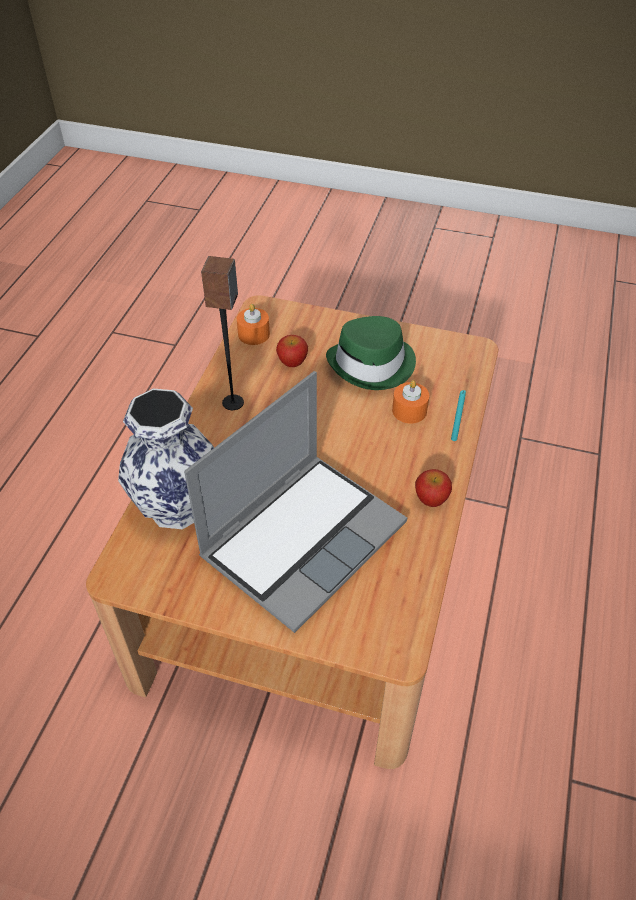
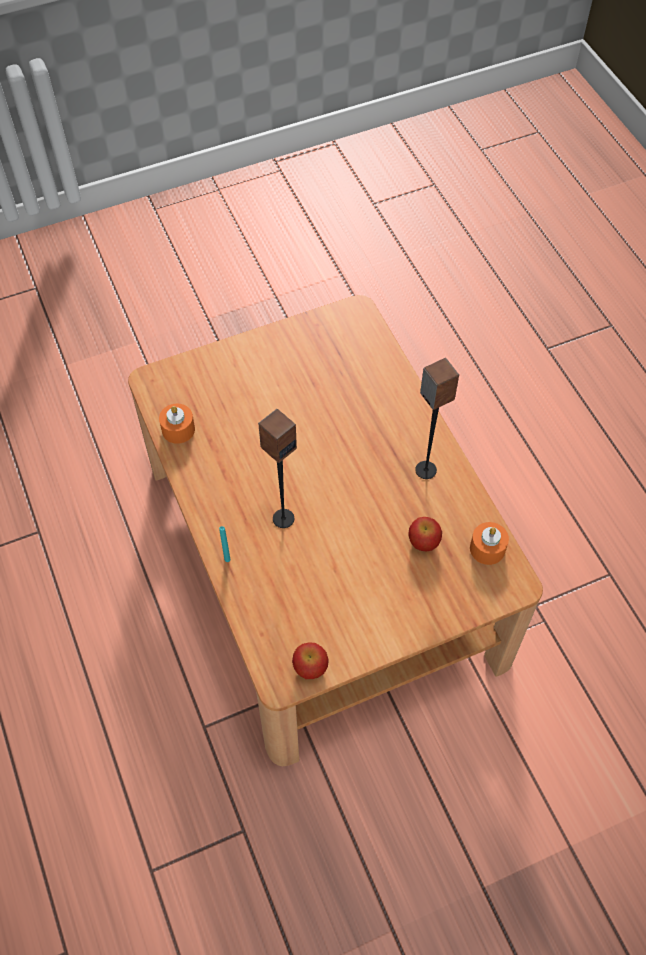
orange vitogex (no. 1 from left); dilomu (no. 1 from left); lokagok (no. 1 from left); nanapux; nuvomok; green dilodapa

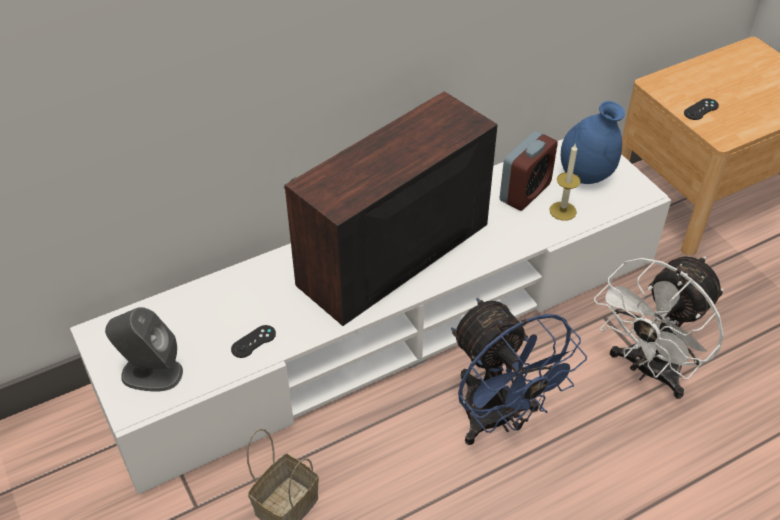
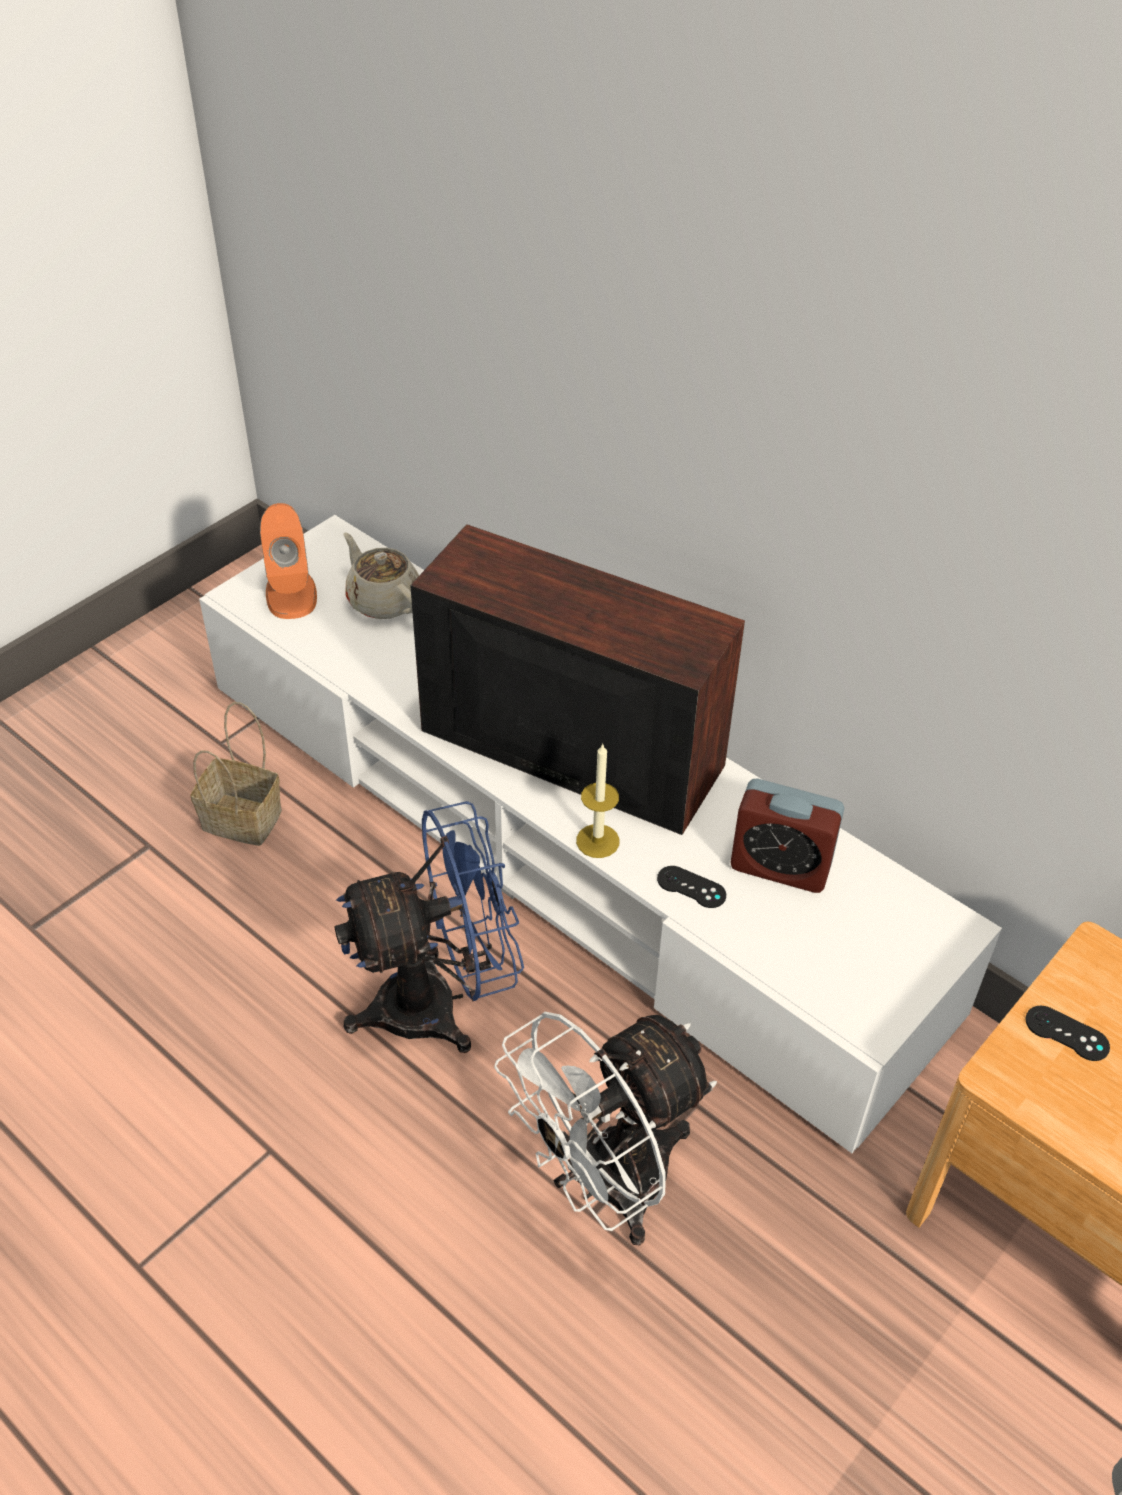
orange dilomu; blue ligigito; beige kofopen; white ligigito; vitogex; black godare (no. 1 from left); blue nanapux

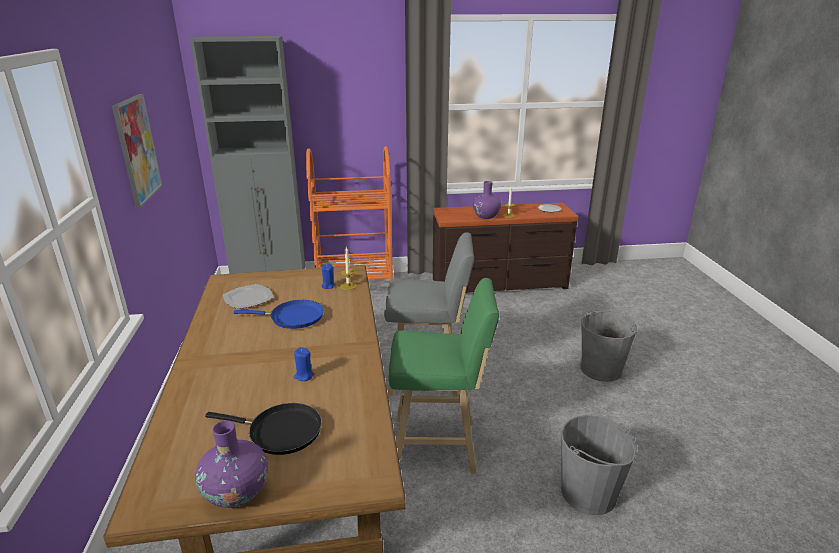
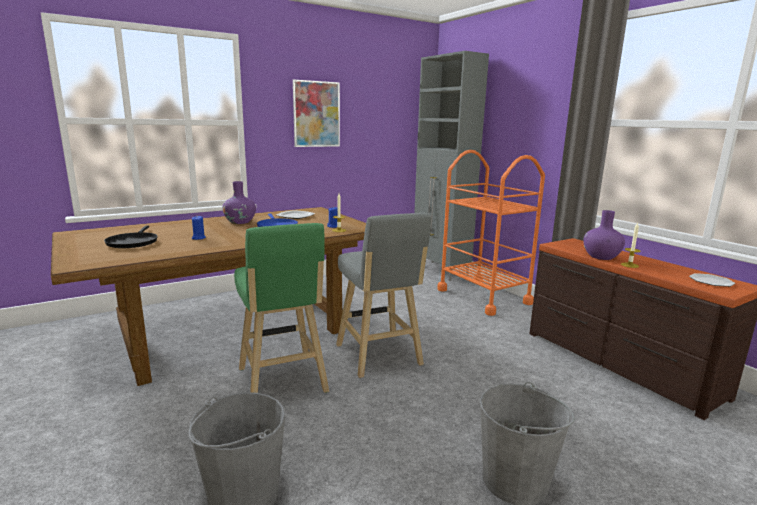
purple nanapux (no. 1 from left)

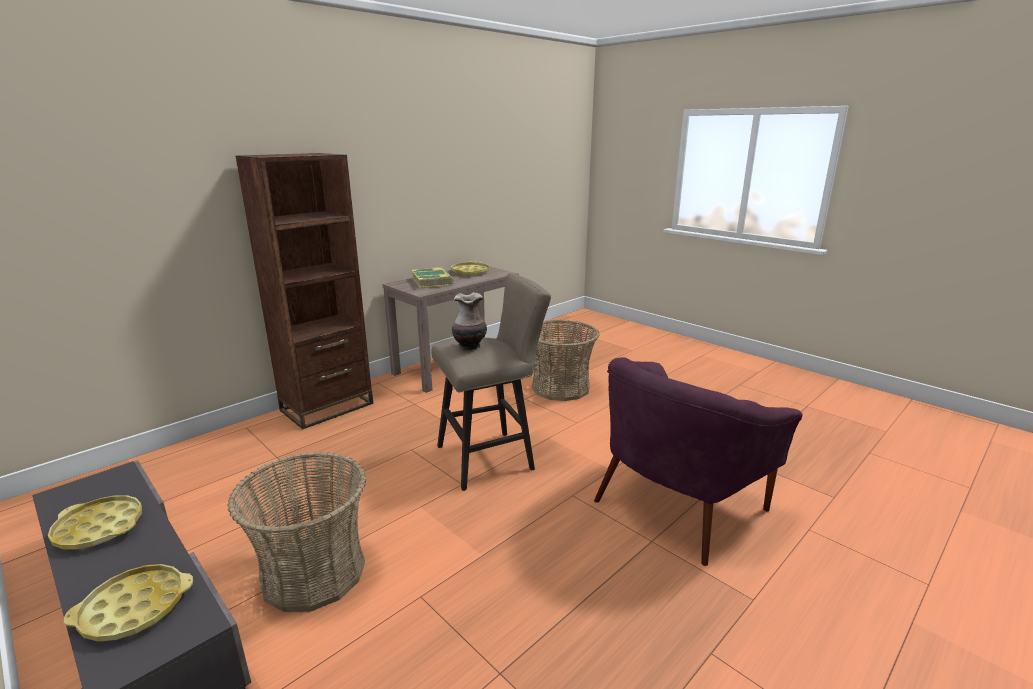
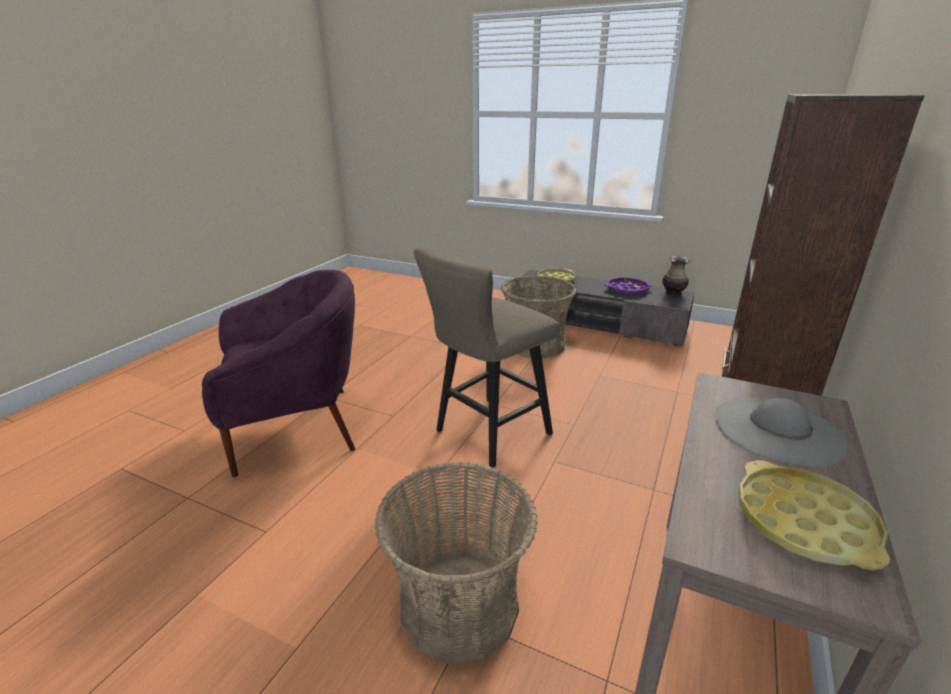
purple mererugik; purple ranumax; nanapux; grey dilodapa

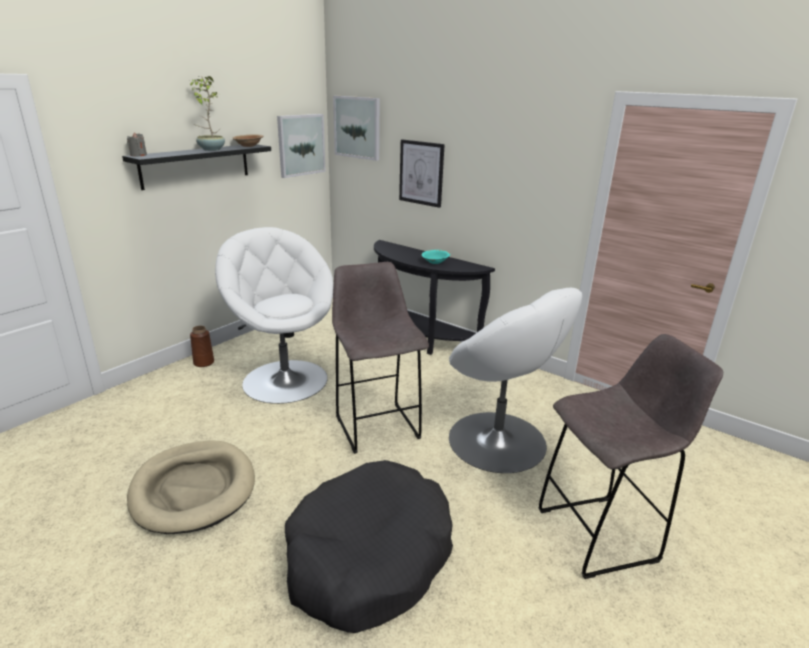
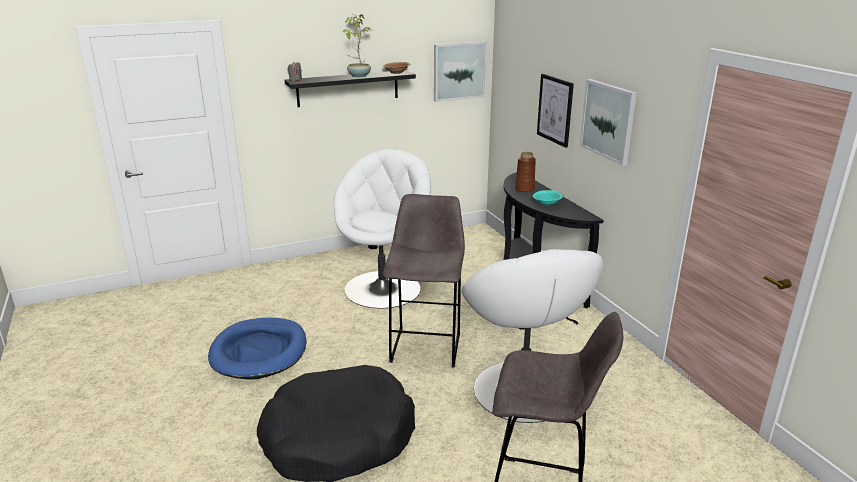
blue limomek; white mererugik (no. 1 from left); brown nanapux; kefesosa (no. 3 from left)

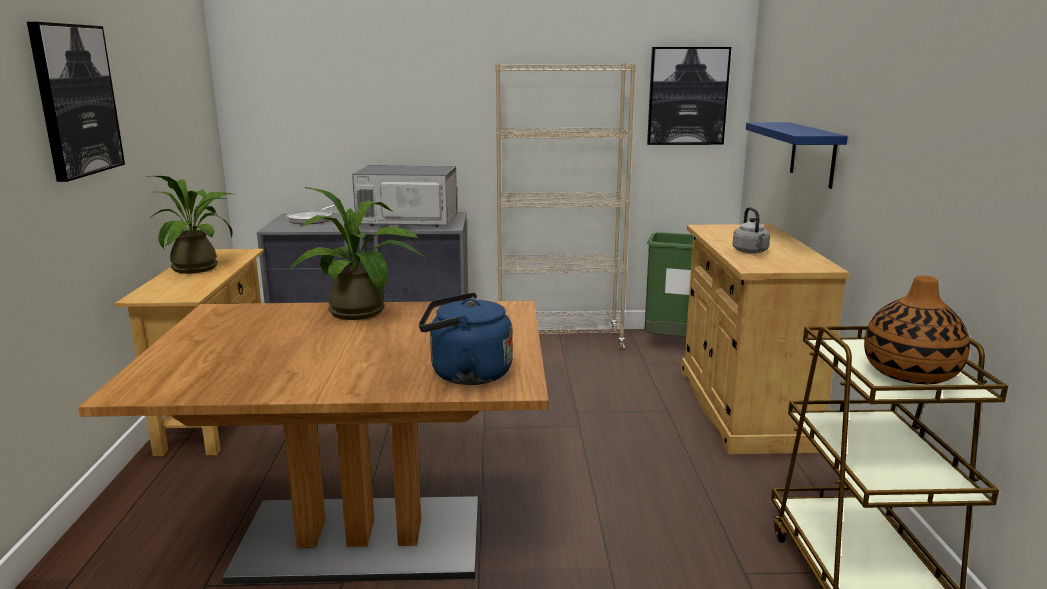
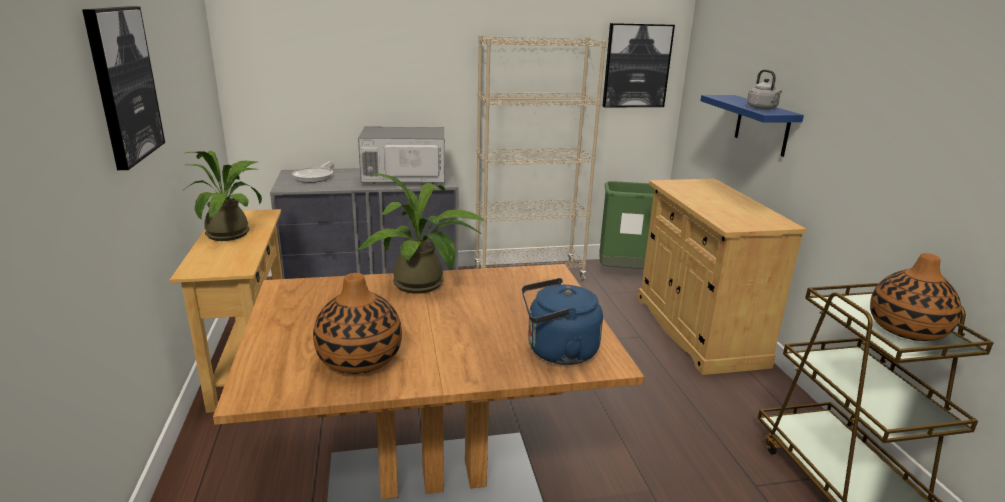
nanapux (no. 1 from left); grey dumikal

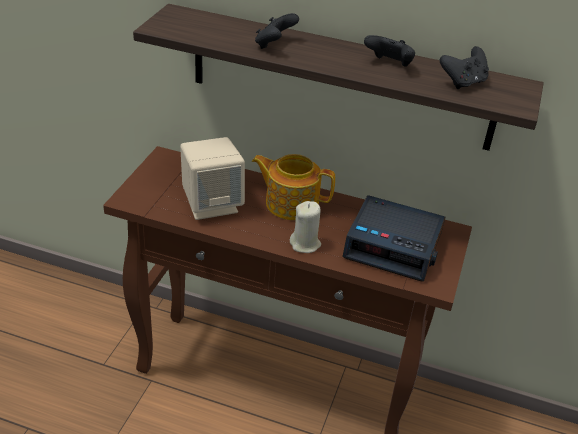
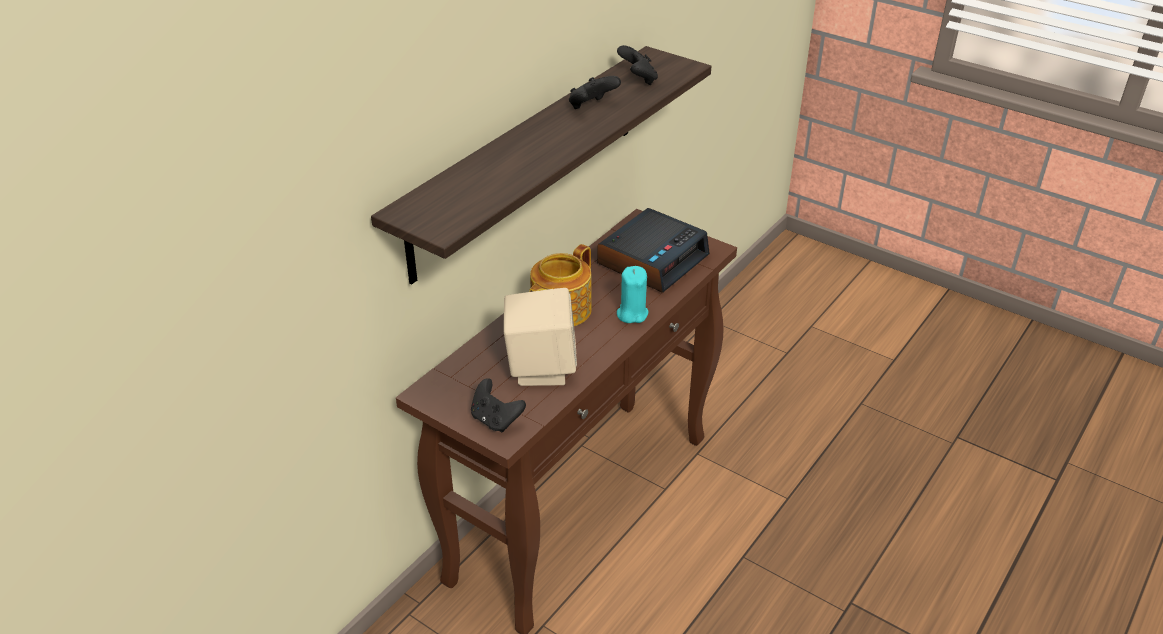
black godare (no. 1 from left); turquoise vitogex

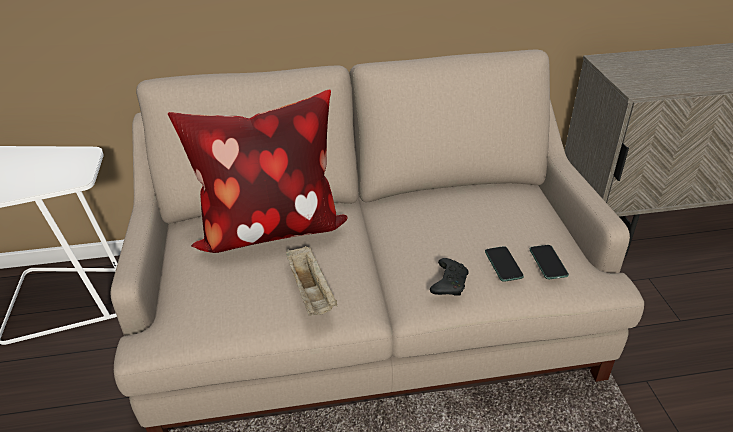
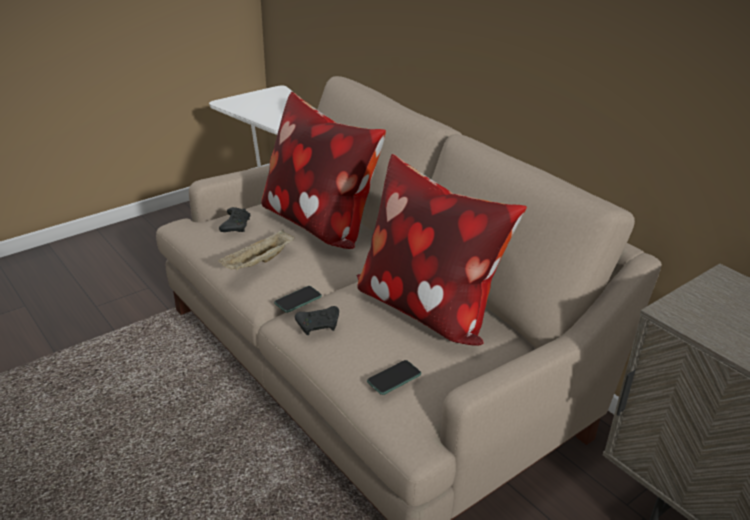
black godare (no. 1 from left); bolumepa (no. 1 from left); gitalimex (no. 2 from left)

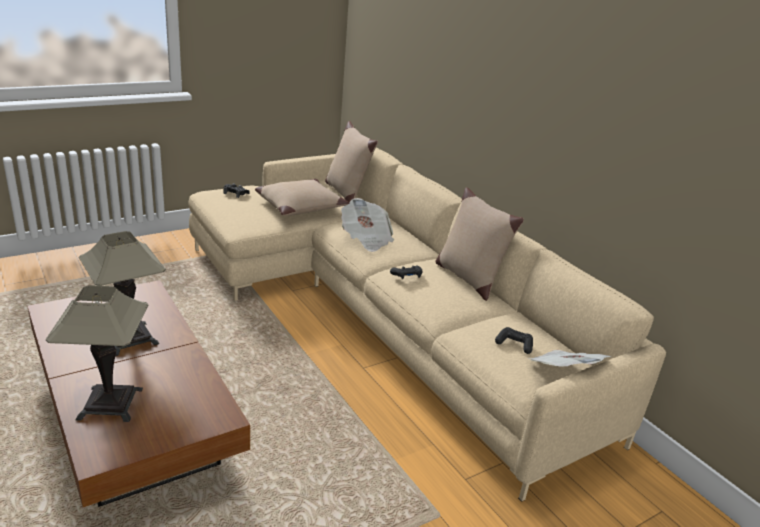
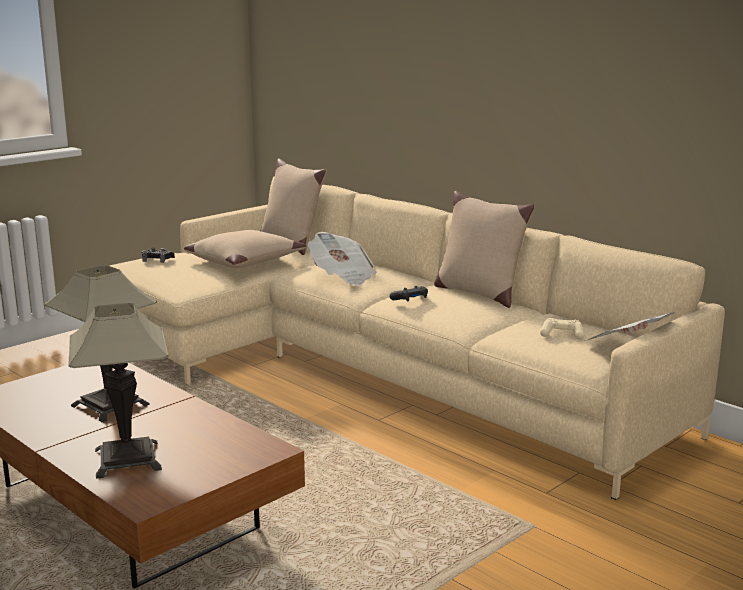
beige godare

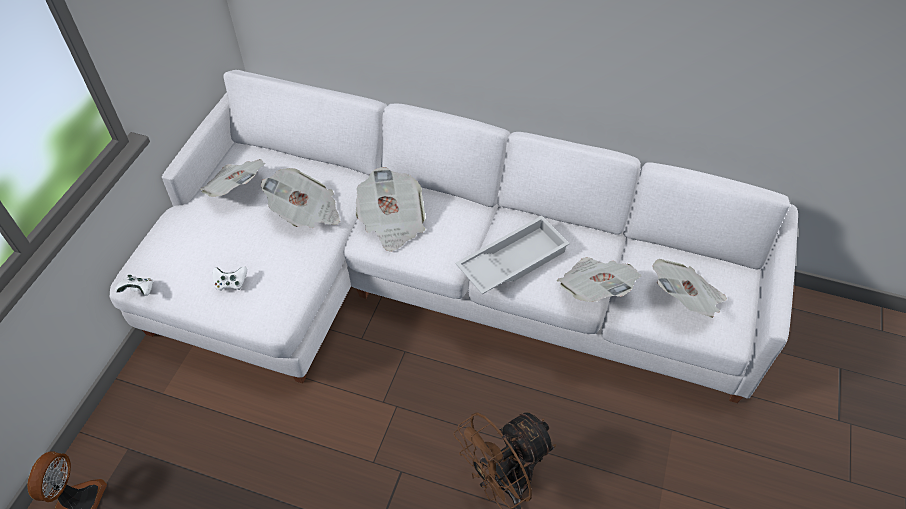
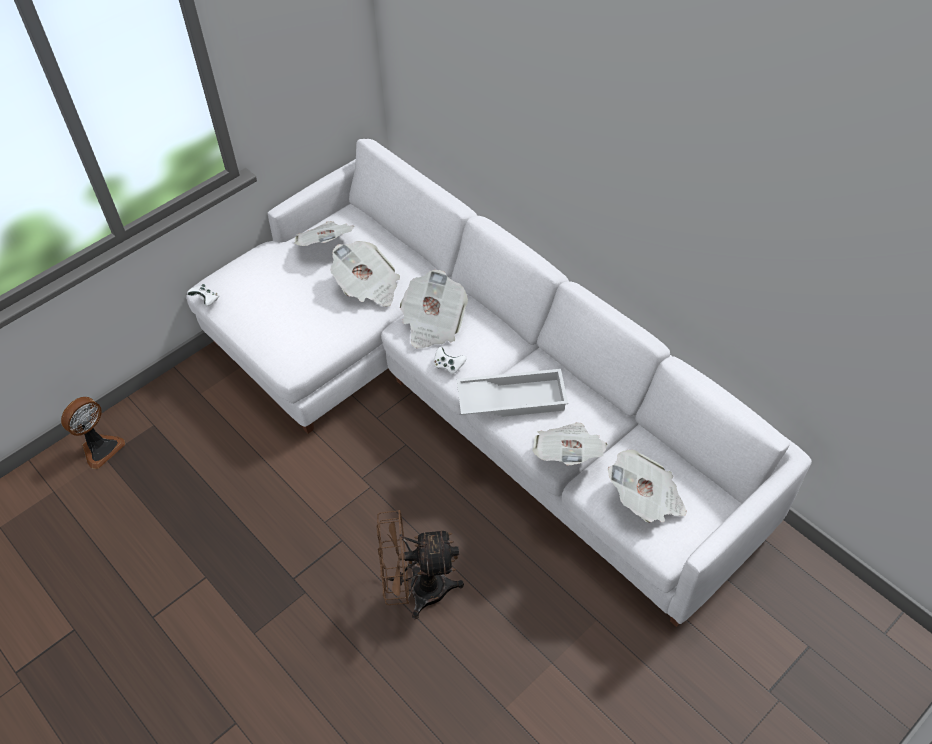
white godare (no. 2 from left)

